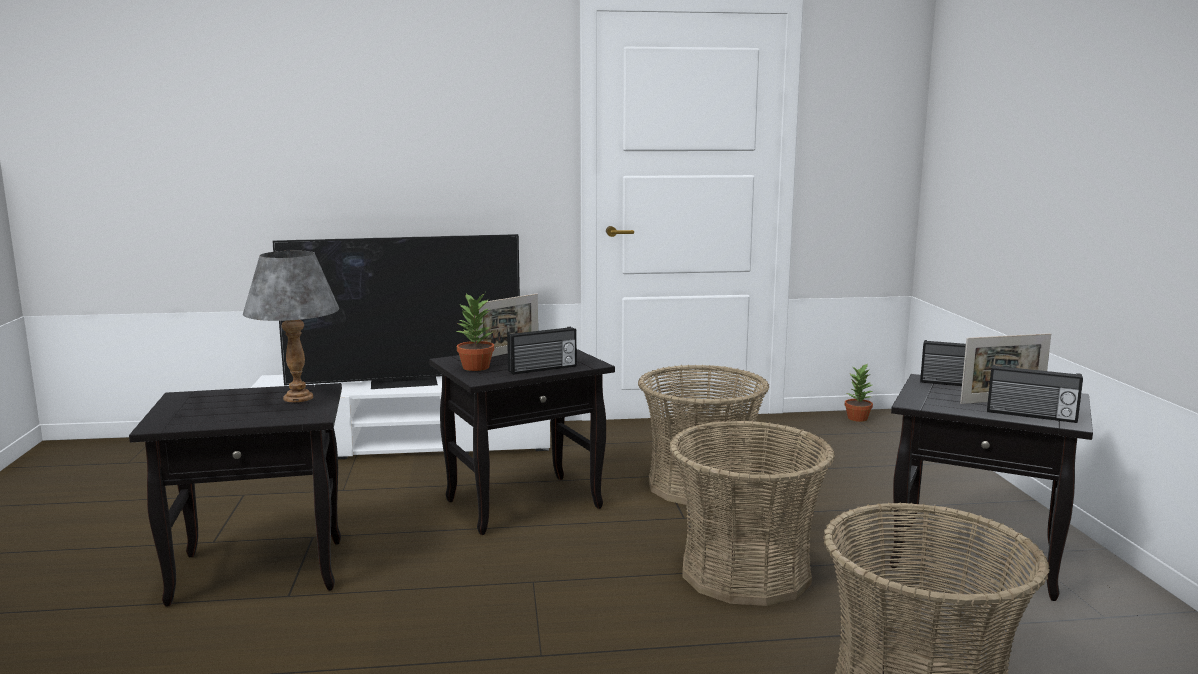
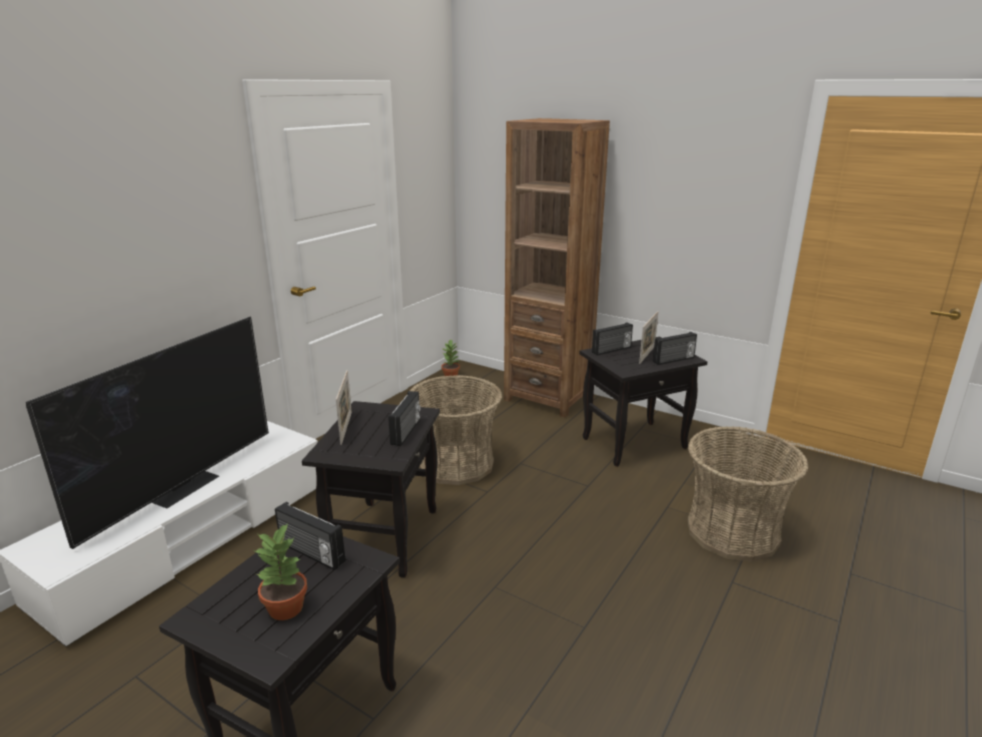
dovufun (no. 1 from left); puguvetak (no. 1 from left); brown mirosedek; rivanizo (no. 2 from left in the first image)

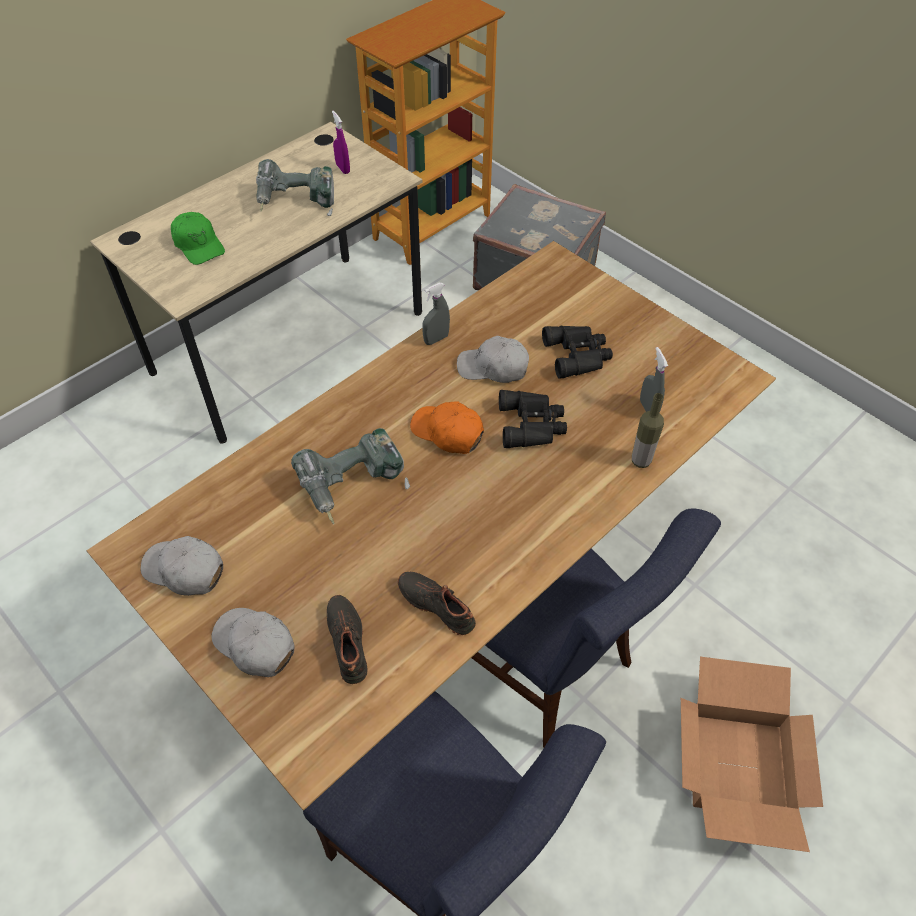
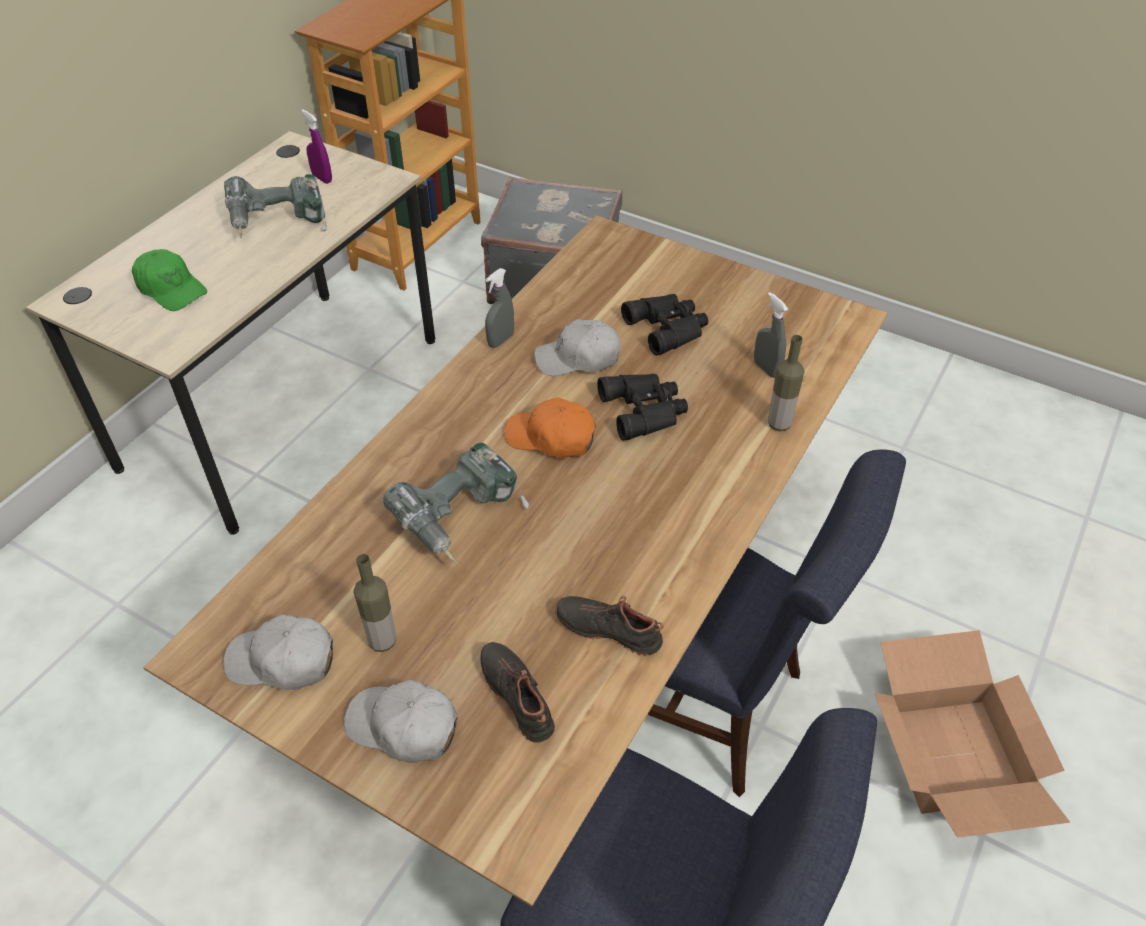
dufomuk (no. 1 from left)

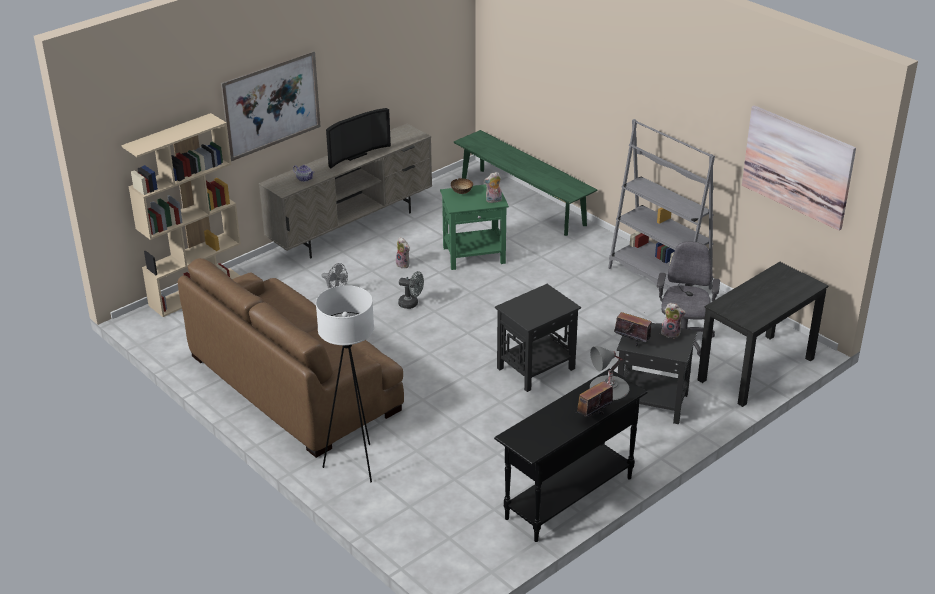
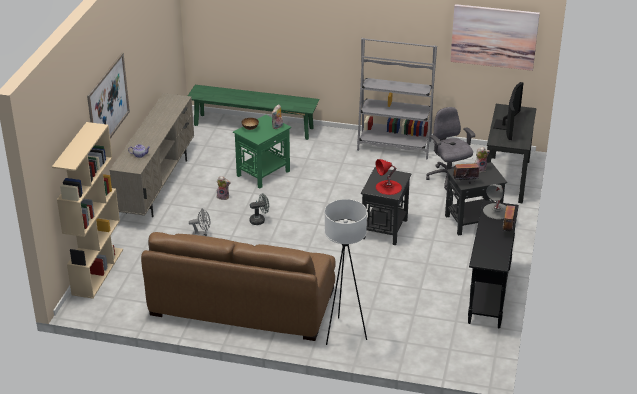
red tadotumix; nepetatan

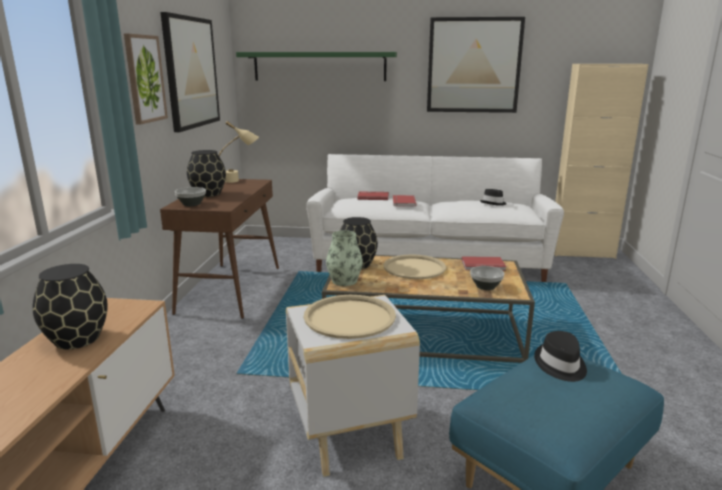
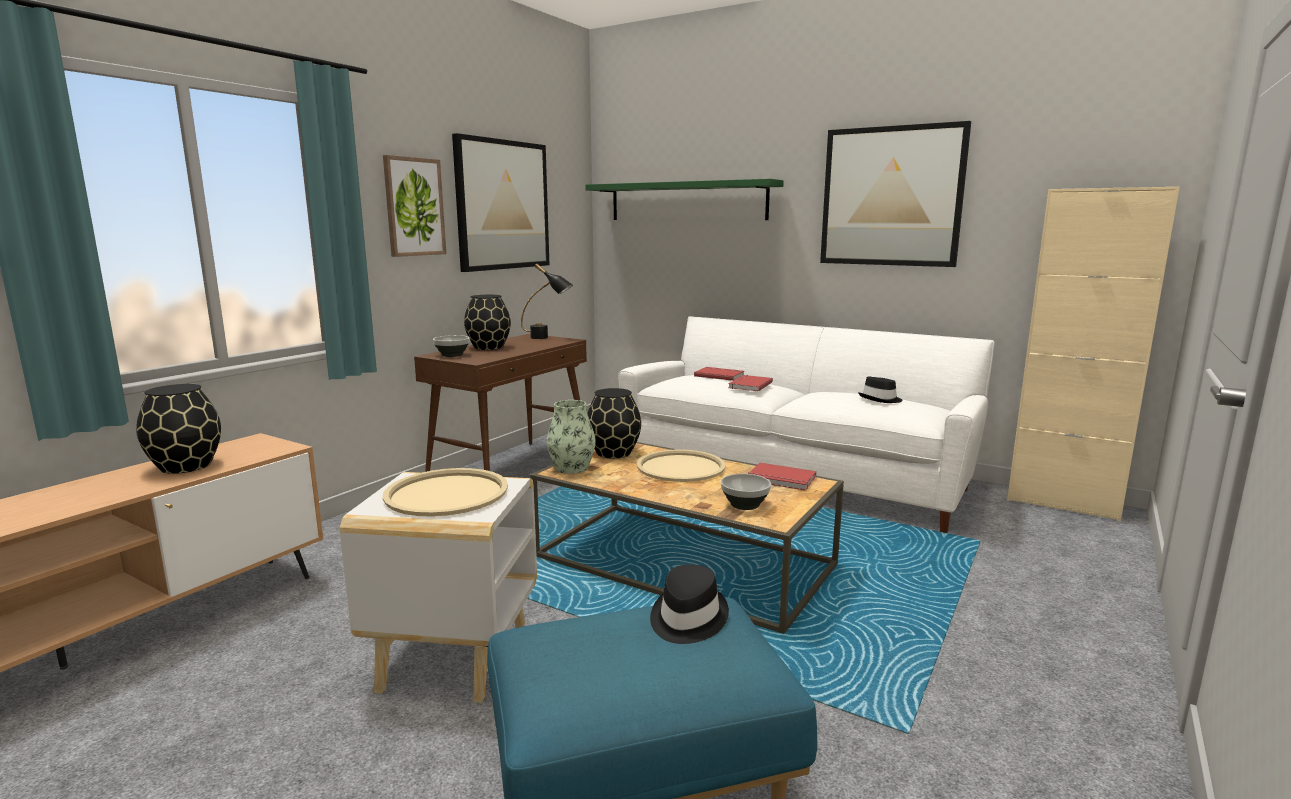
black tadotumix

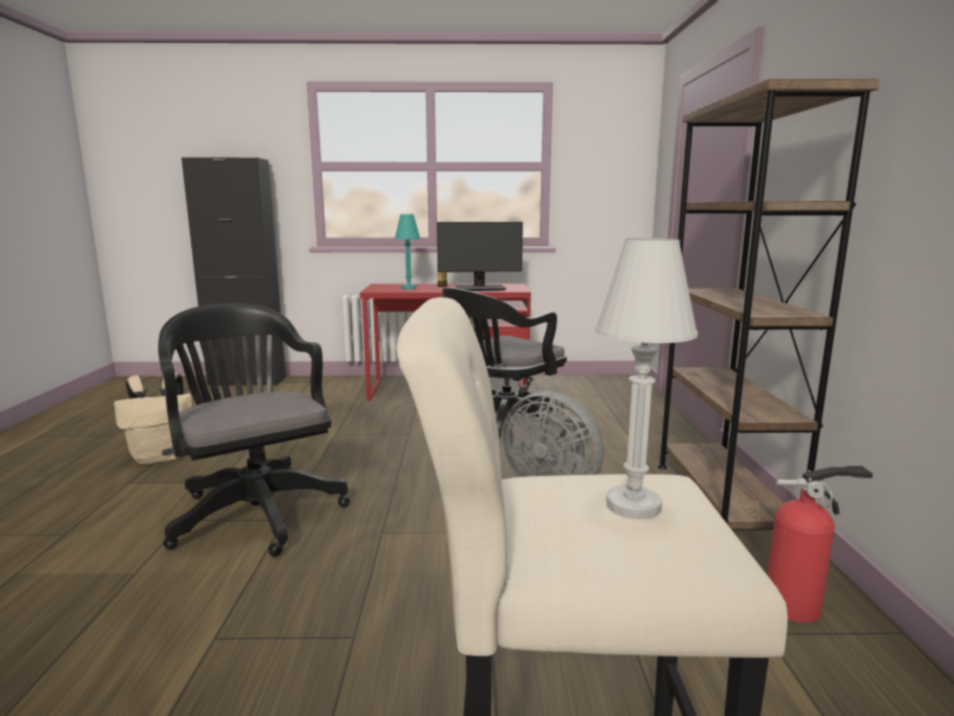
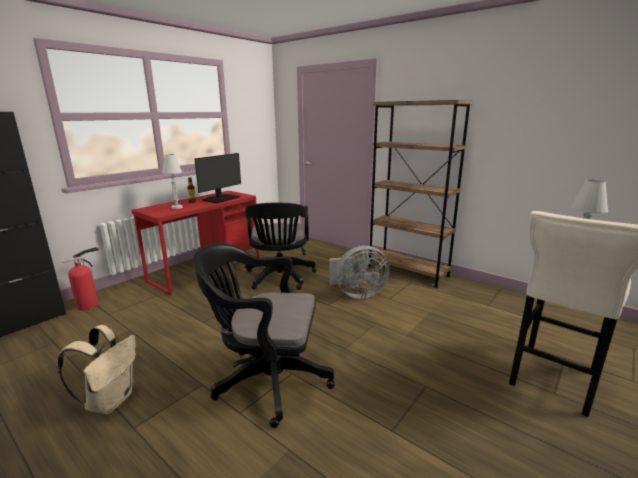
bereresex; white tadotumix (no. 1 from left)

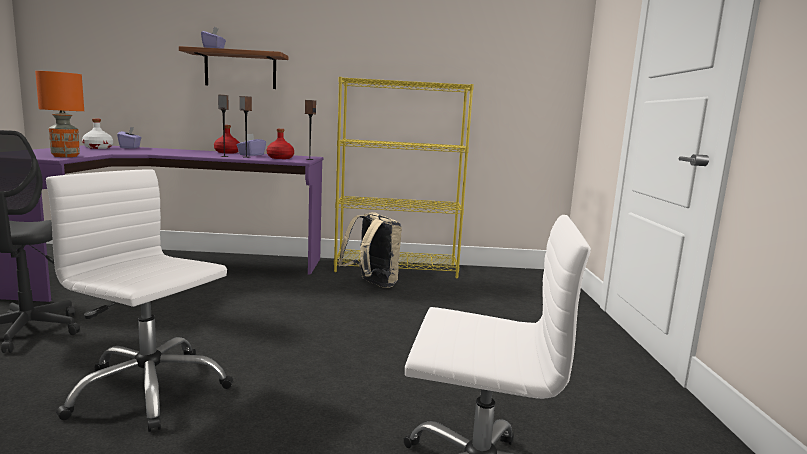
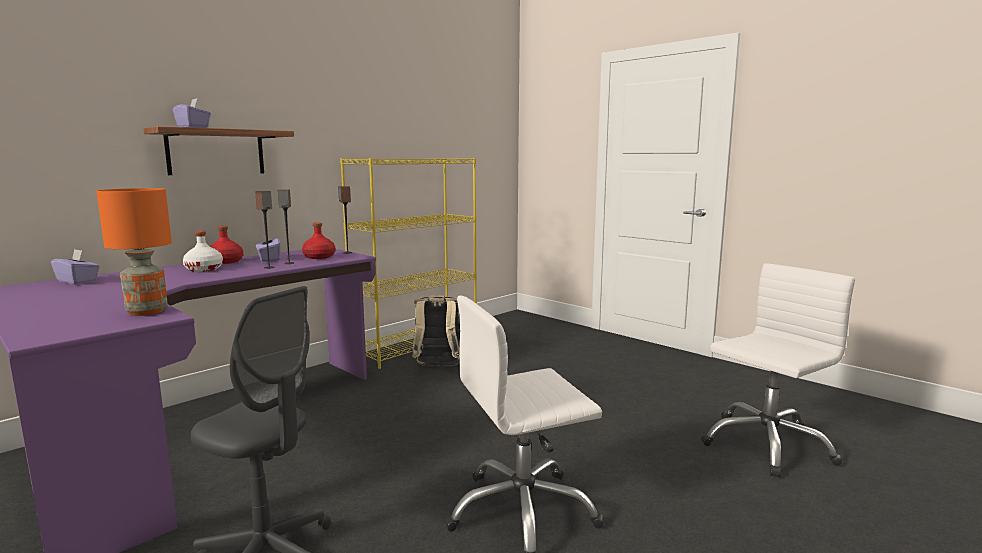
white dufomuk

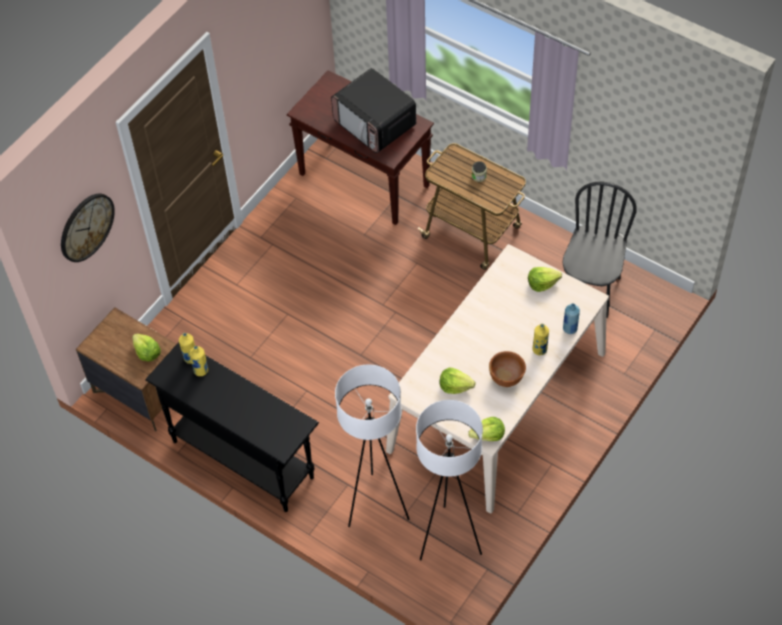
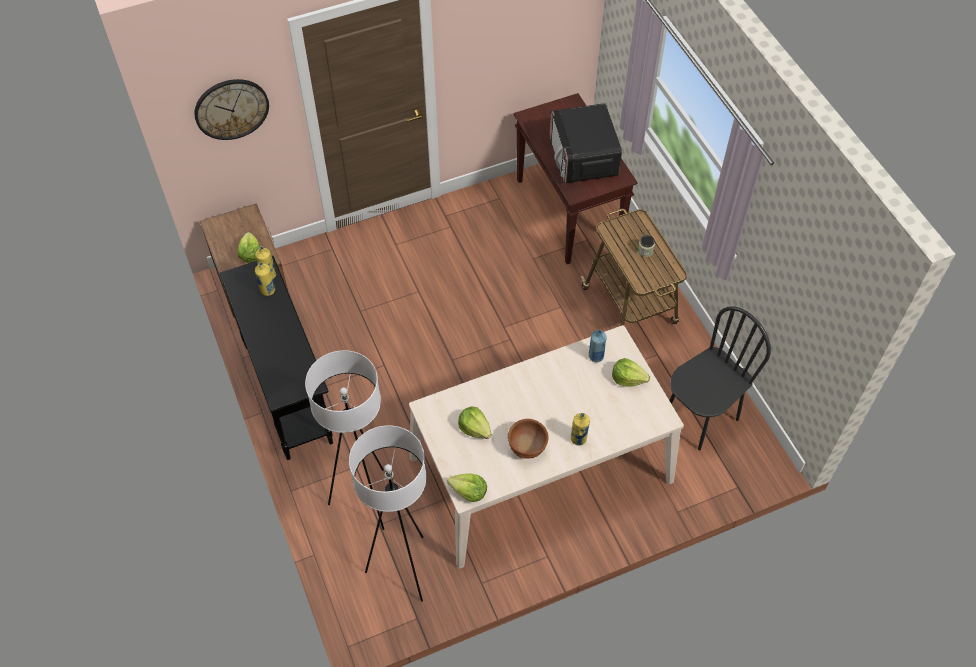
blue dufomuk

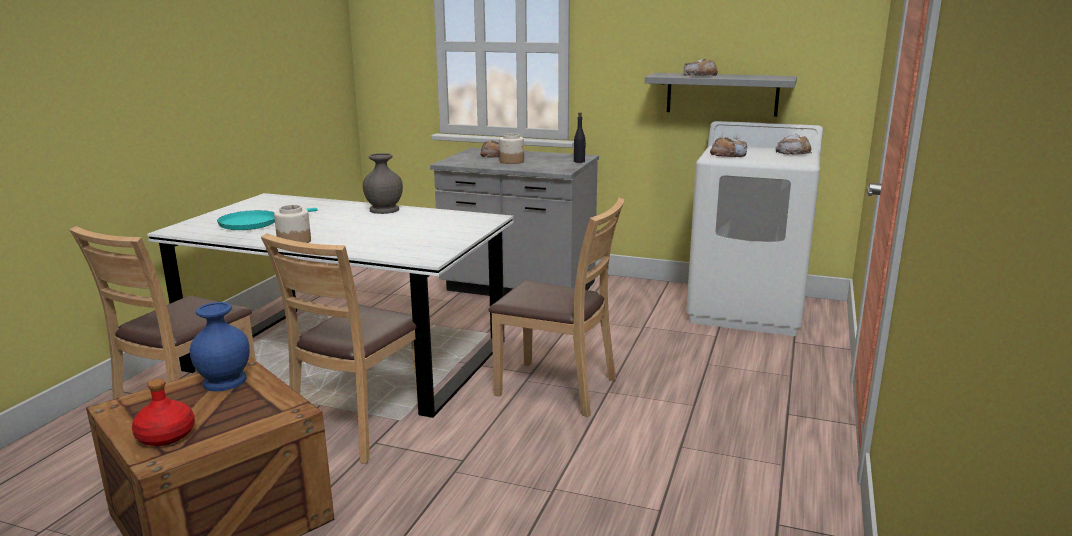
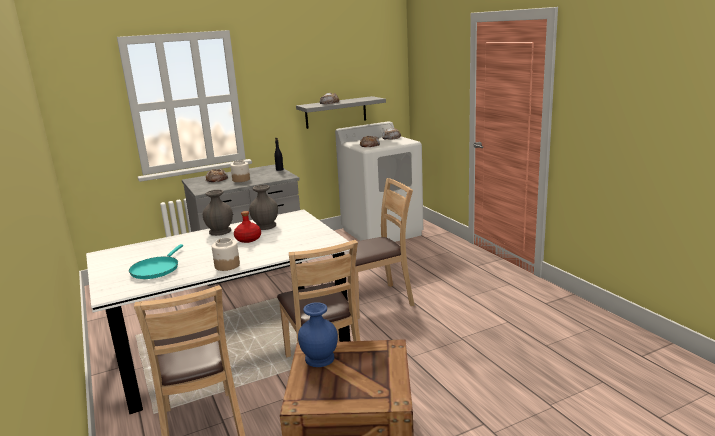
red dufomuk; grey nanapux (no. 2 from left)

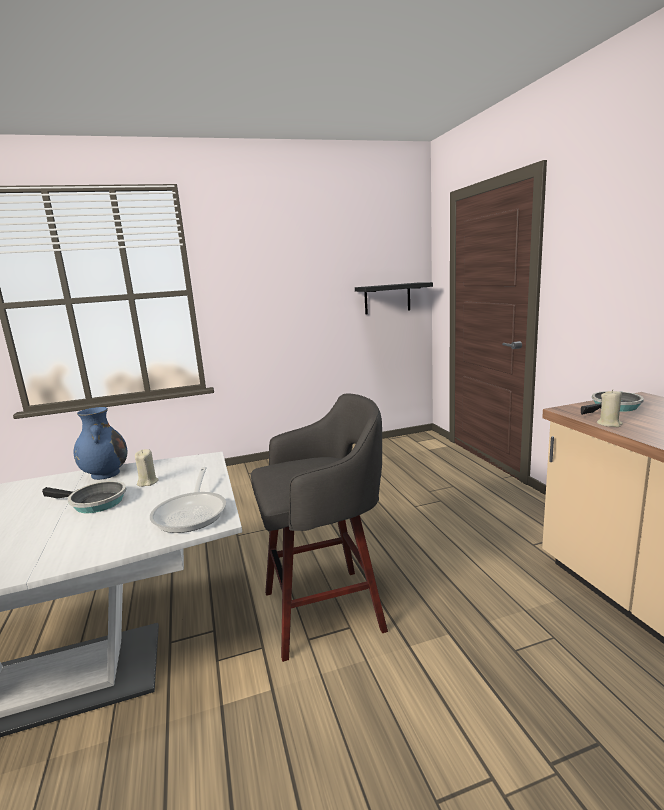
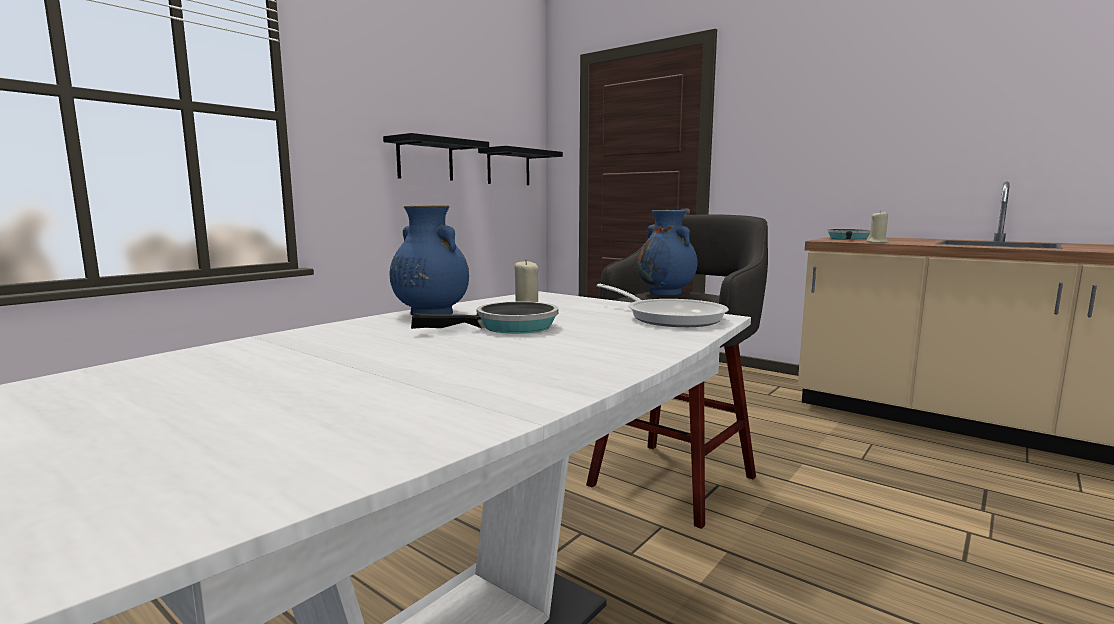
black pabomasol (no. 1 from left); blue nanapux (no. 2 from left)

